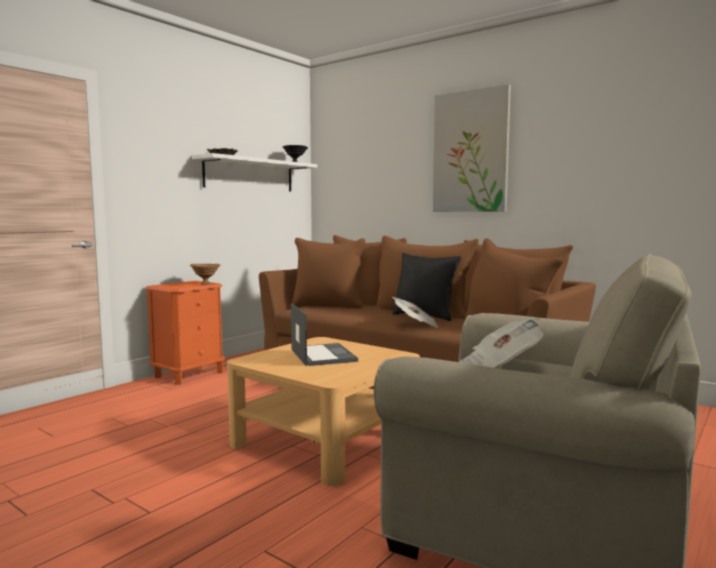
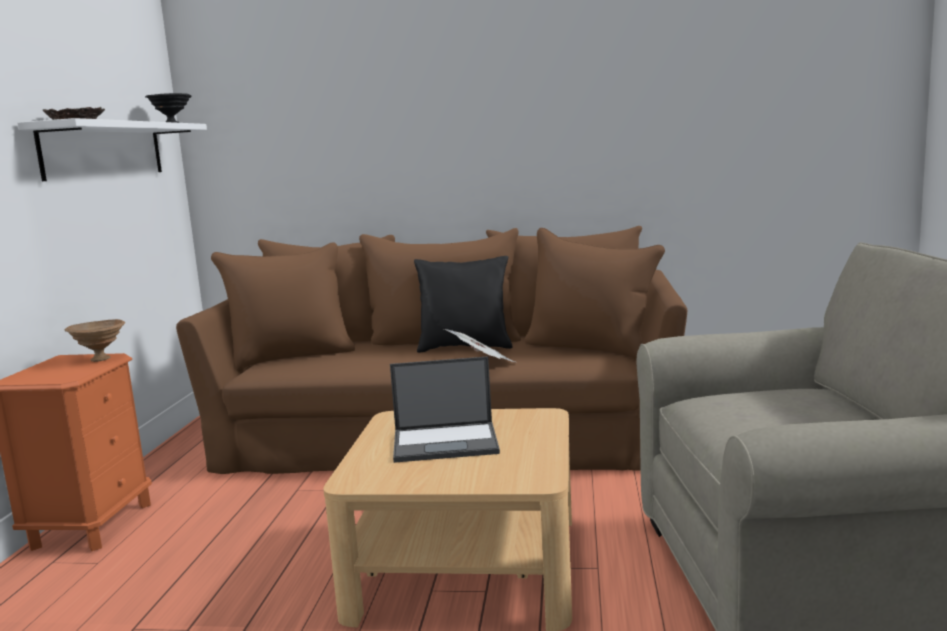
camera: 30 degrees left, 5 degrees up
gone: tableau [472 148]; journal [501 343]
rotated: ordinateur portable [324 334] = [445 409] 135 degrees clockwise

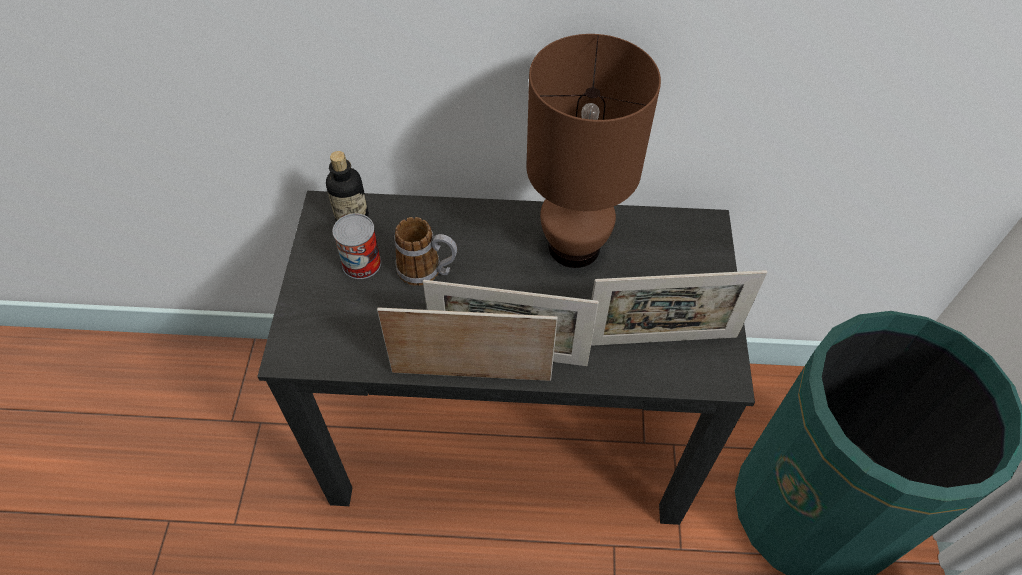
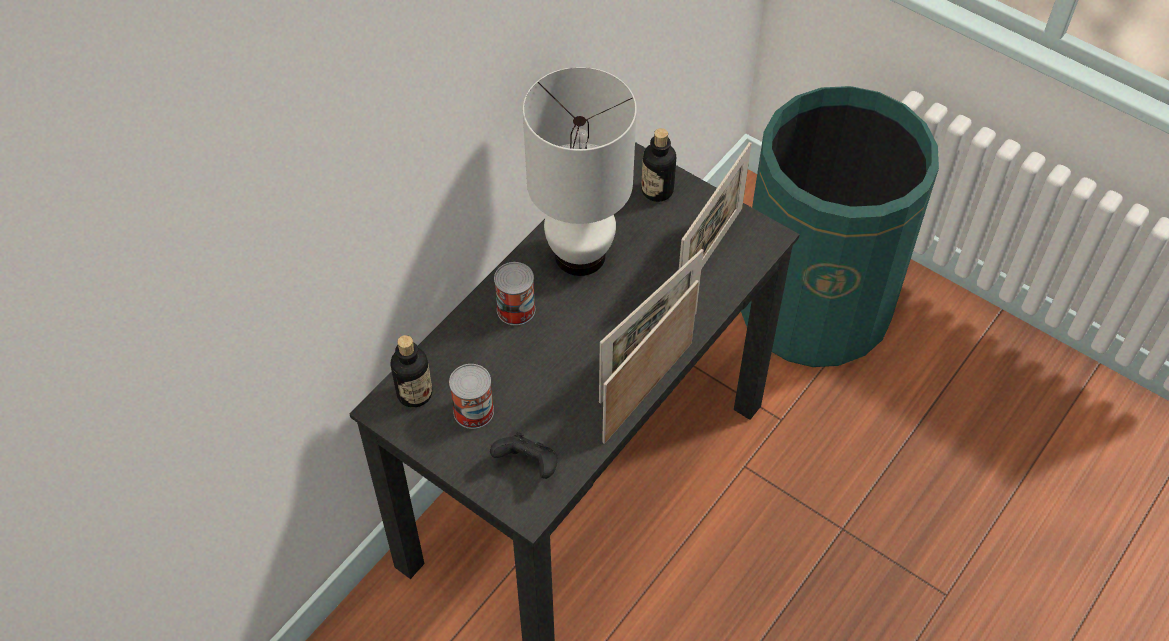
camera: 55 degrees left, 0 degrees up
gone: mug [425 251]
new: manette/noir [523 455]; boîte métallique [514 294]; bouteille [658 165]
repainted: lampe de table/marron [594 151] to lampe de table/blanc [580 171]

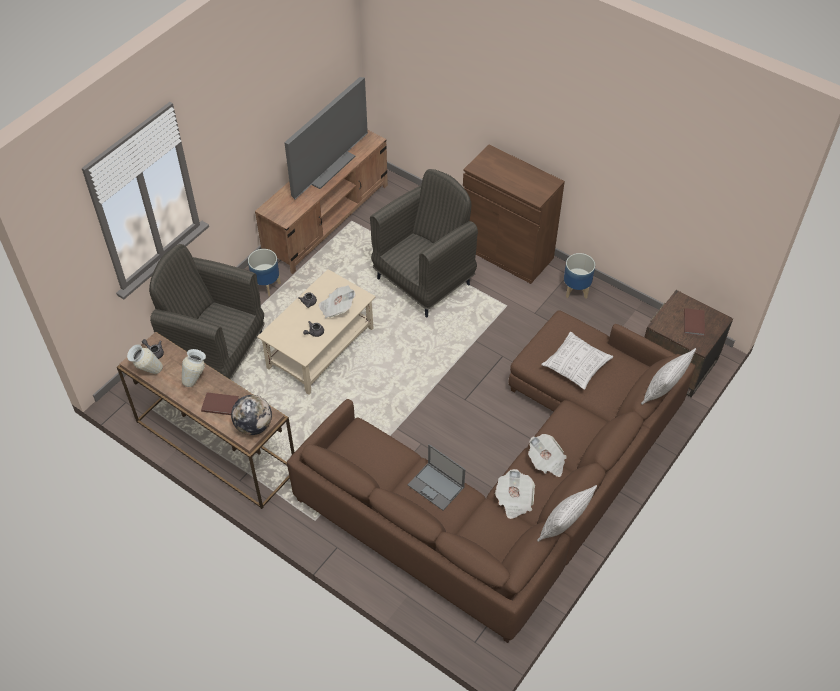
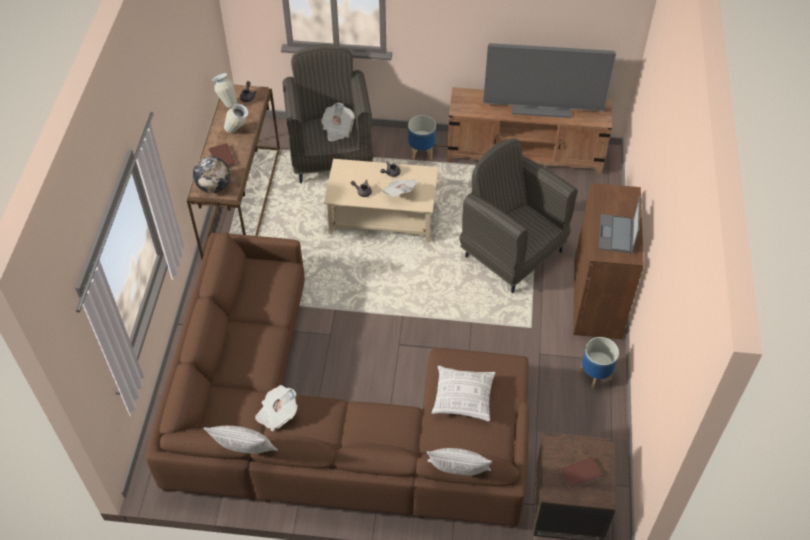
camera: 60 degrees right, 0 degrees up
shifted: journal [547 455] to [338 122]; ordinateur portable [436 477] to [619 224]
rotated: fauteuil/gris [424 243] = [518 215] 150 degrees counterclockwise

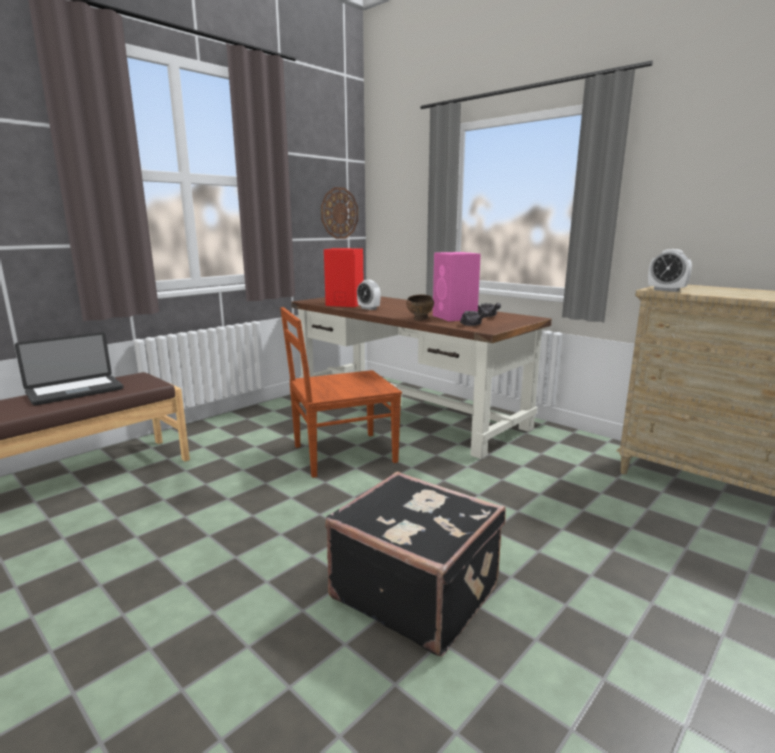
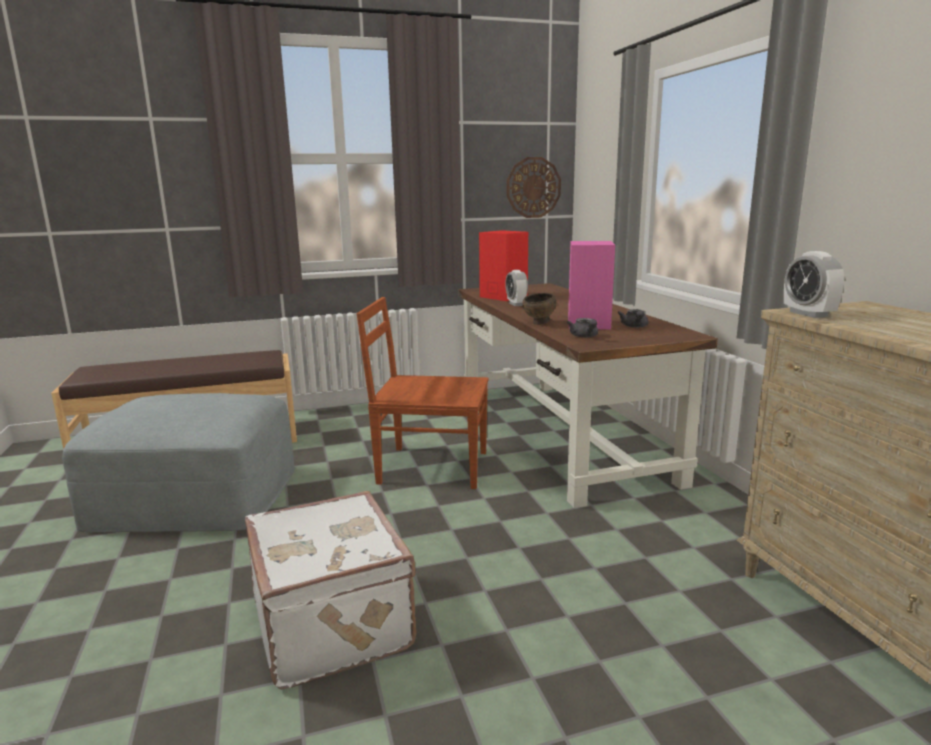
camera: 30 degrees right, 0 degrees up
gone: ordinateur portable [69 369]
new: pouf/gris [178 463]
repainted: valise/noir [415 564] to valise/blanc [330 590]

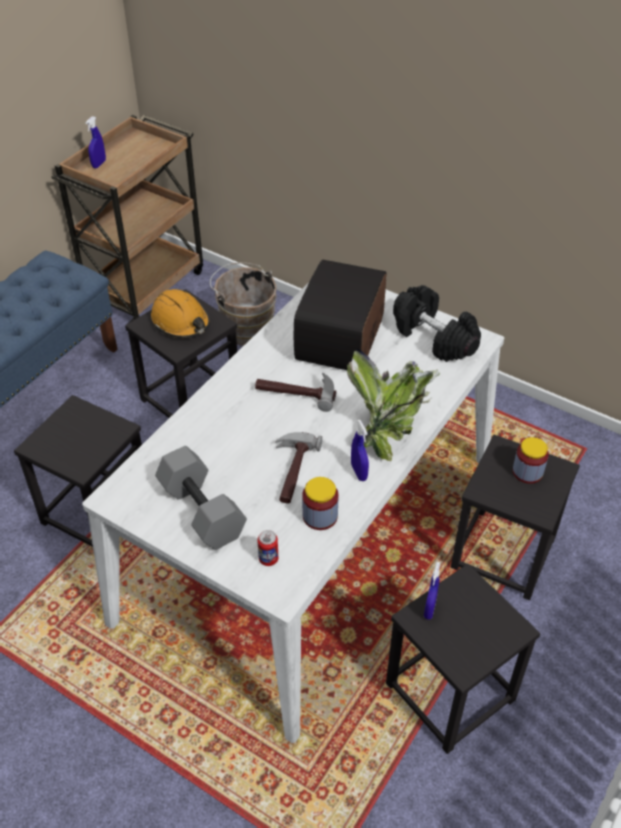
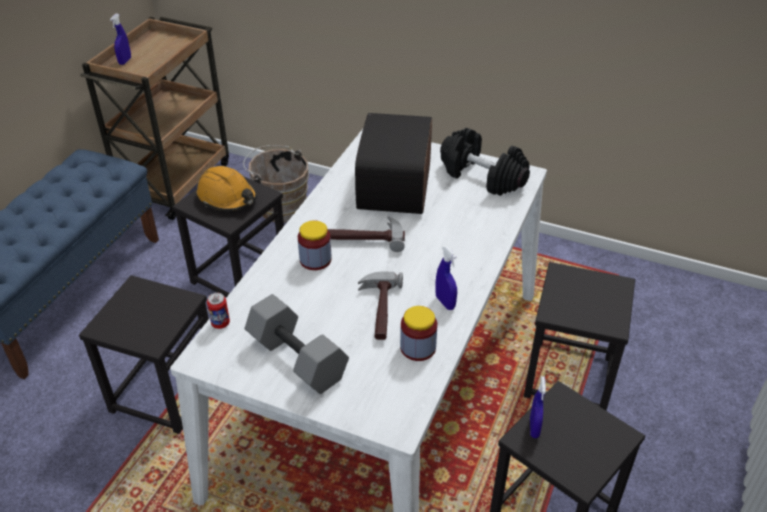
camera: 10 degrees left, 5 degrees down
gone: plante en pot [393 405]
shifted: boîte métallique [267 548] to [218 311]; bocal [531 460] to [315 245]

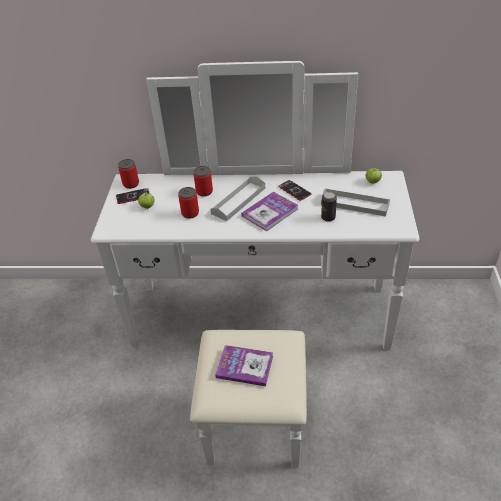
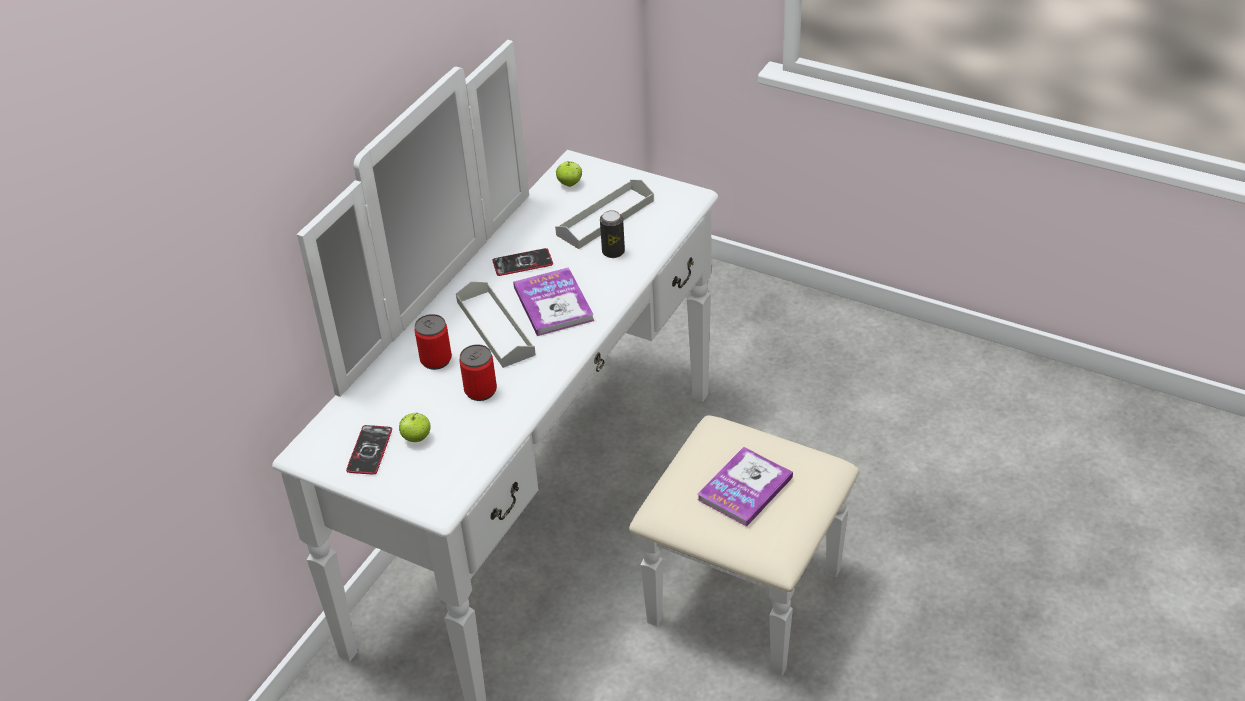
camera: 65 degrees left, 0 degrees up
gone: boîte métallique [128 174]

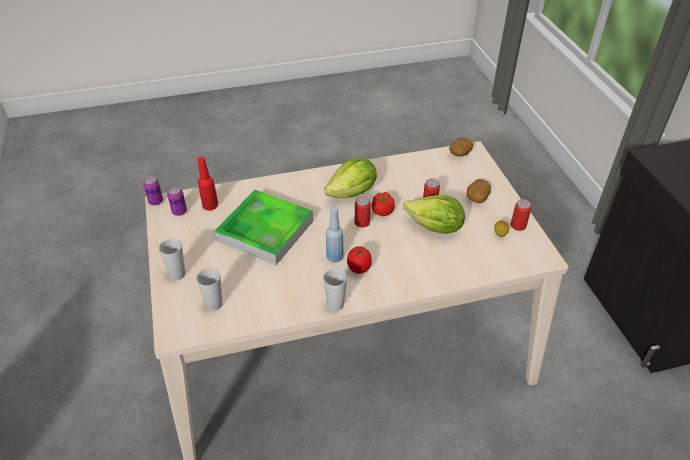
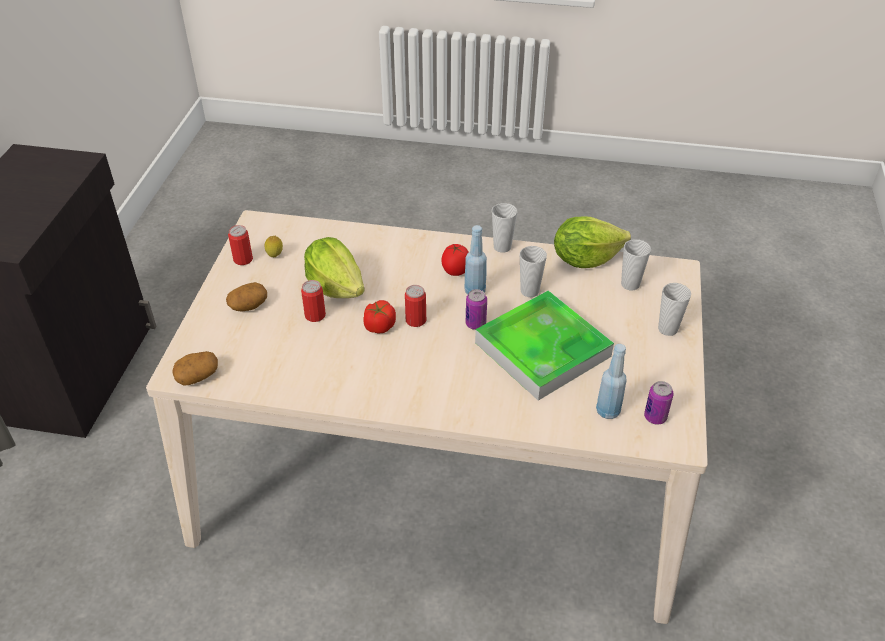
camera: 155 degrees left, 0 degrees up
new: tasse [533 271]
shifted: boîte métallique [153 190] to [476 309]; laitue [350 178] to [592 242]
repainted: bouteille/rouge [208 184] to bouteille/bleu [611 381]

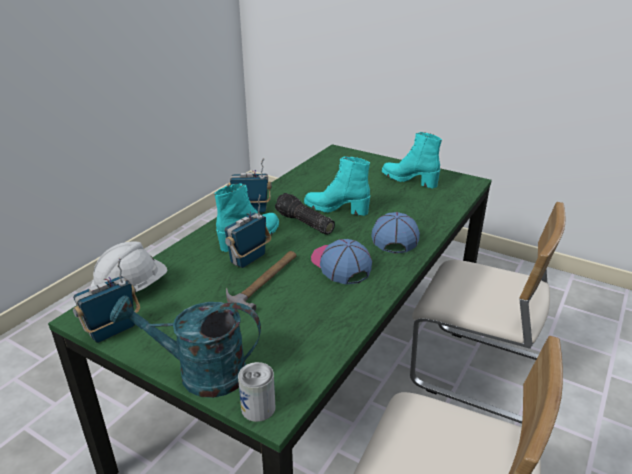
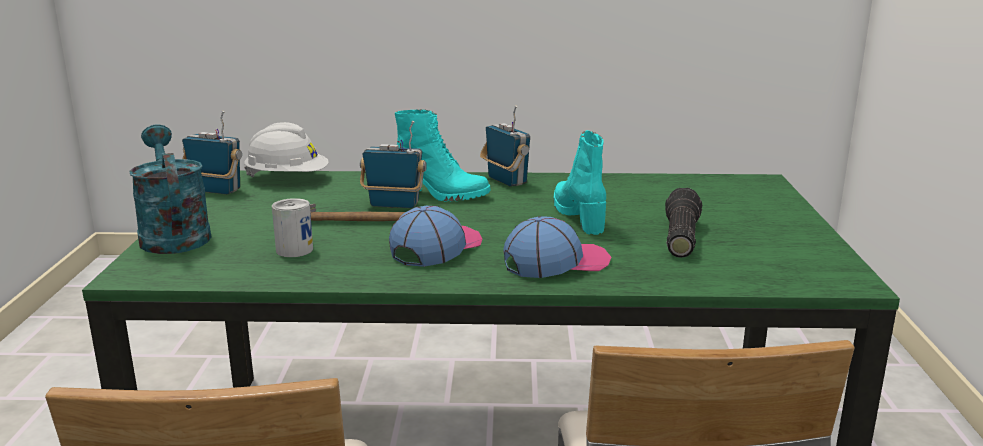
camera: 60 degrees right, 10 degrees down
gone: botte/turquoise [412 160]
shifted: boîte métallique [256 392] to [292 227]; lampe de poche [305 214] to [683 223]

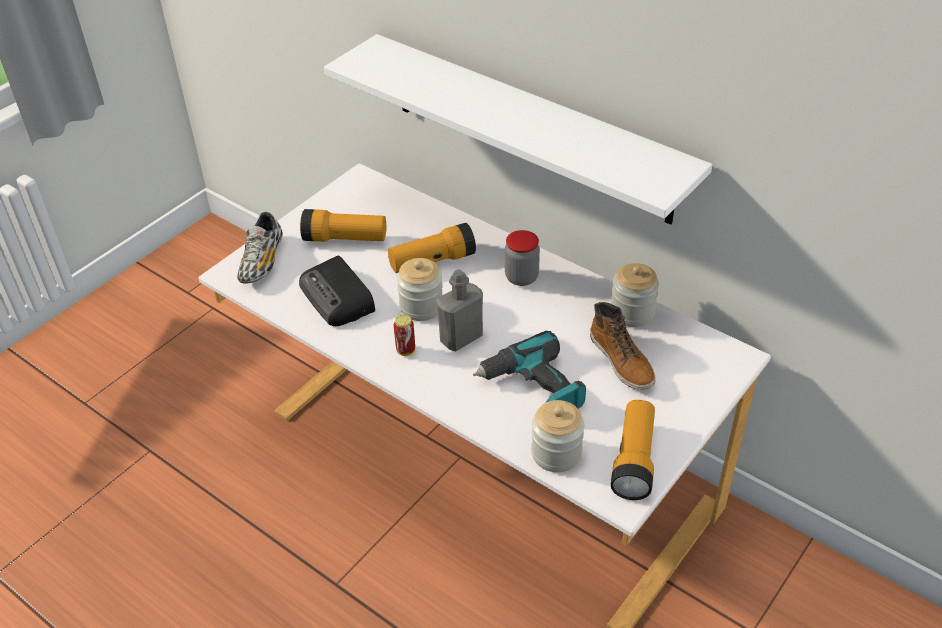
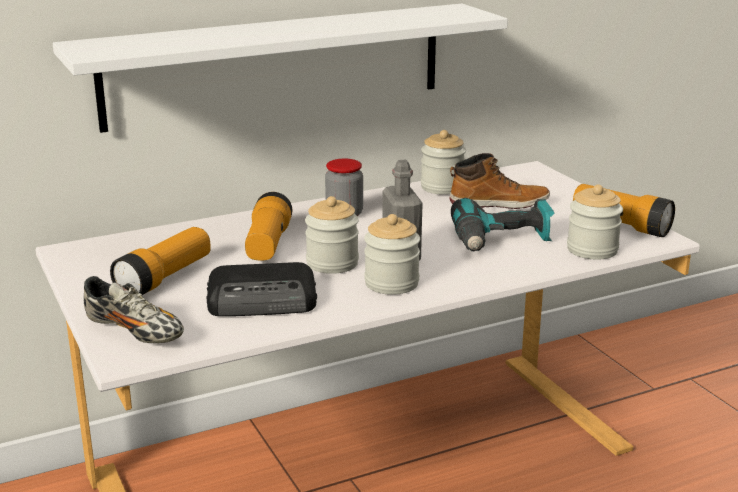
camera: 65 degrees left, 20 degrees down
swapped: boîte métallique [404 335] to bocal [392 254]

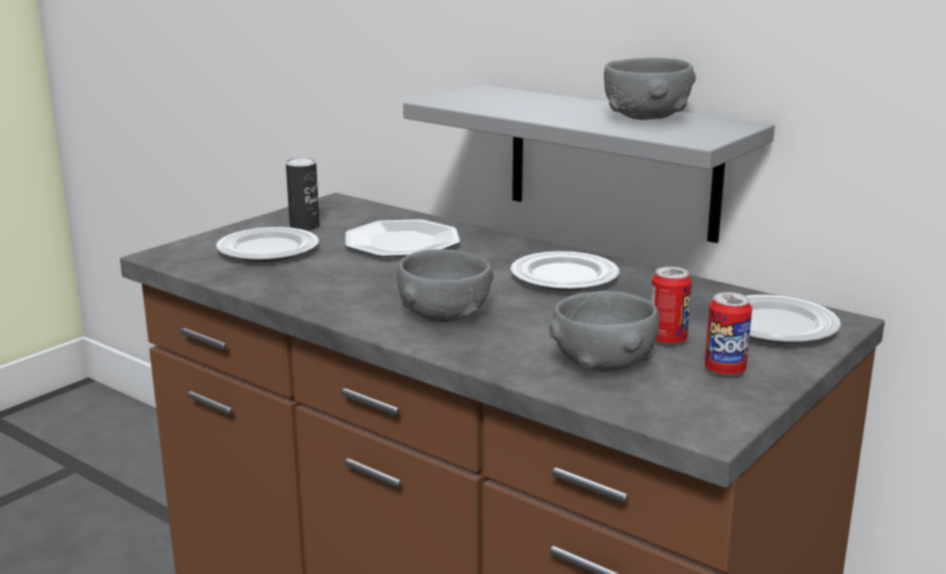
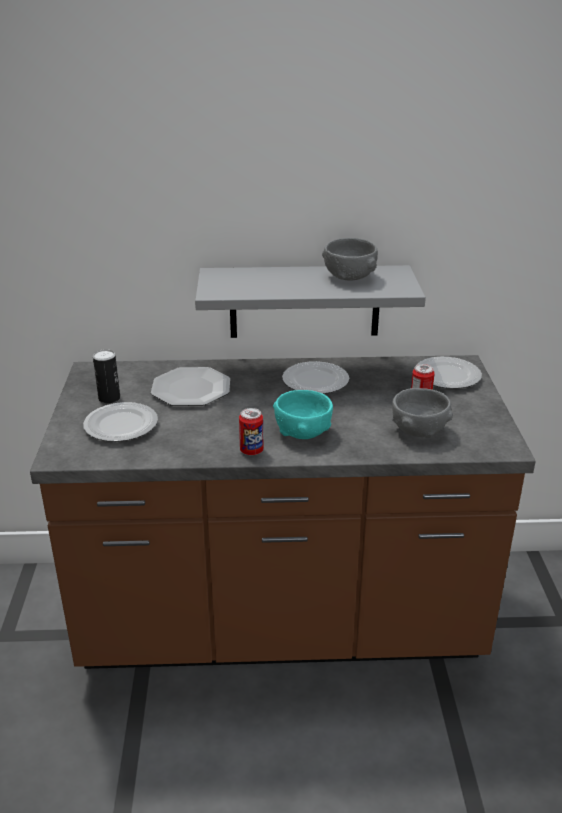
camera: 40 degrees left, 10 degrees up
shifted: boîte métallique [728 334] to [251 431]
repainted: bol/gris [445 285] to bol/turquoise [303 414]

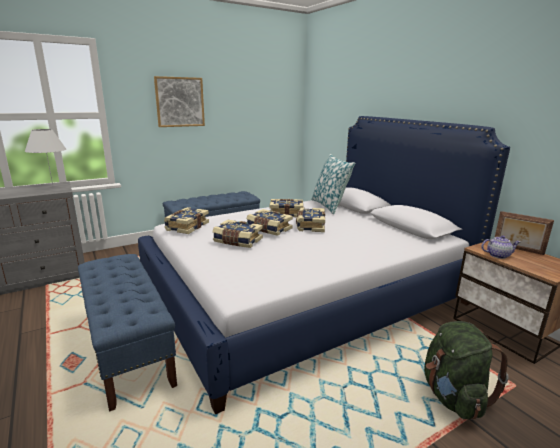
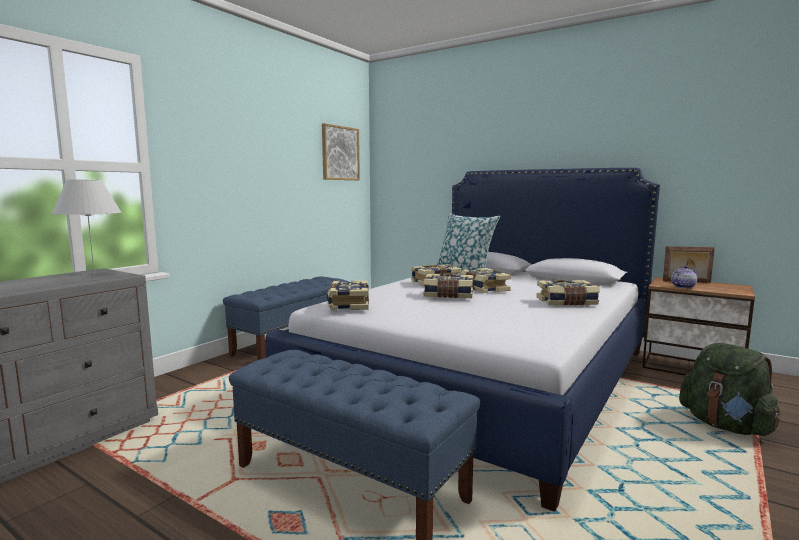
camera: 25 degrees left, 10 degrees down
shifted: tableau [179 101] to [341 151]; livre [238 233] to [568 293]

